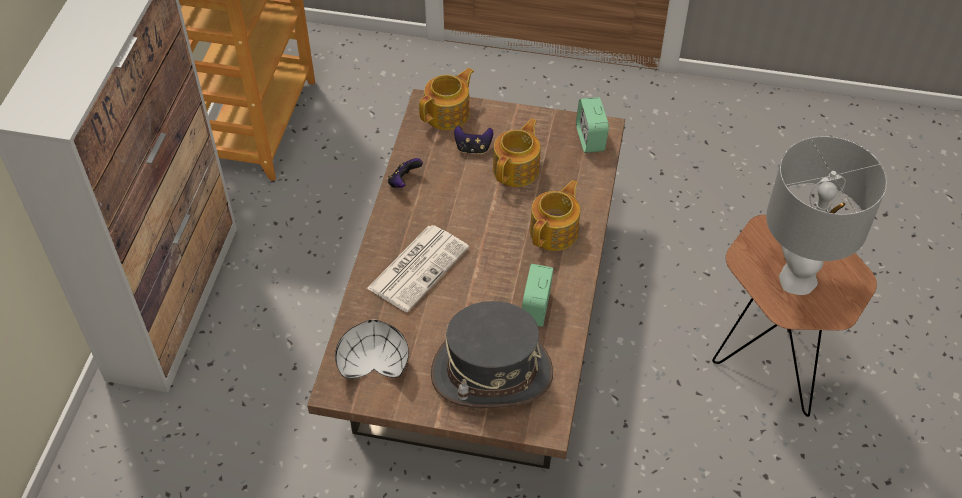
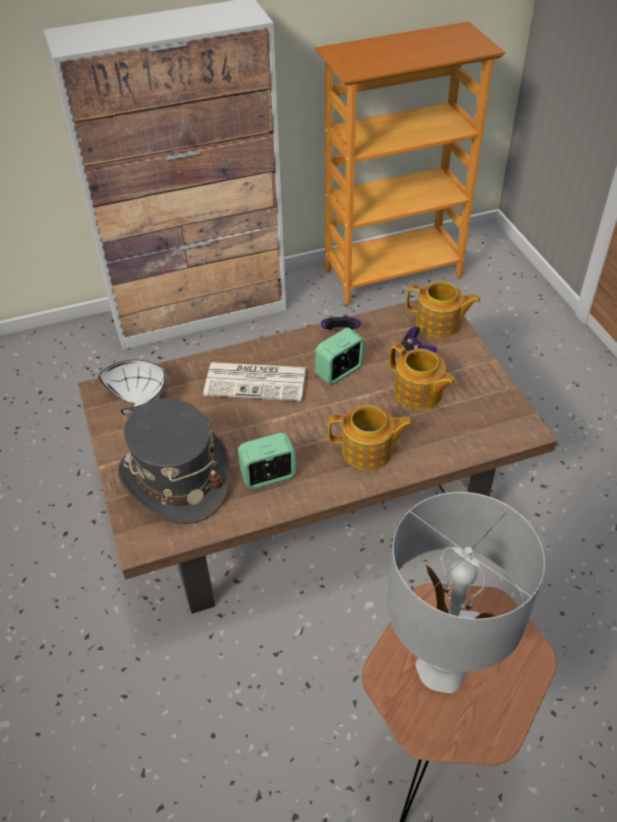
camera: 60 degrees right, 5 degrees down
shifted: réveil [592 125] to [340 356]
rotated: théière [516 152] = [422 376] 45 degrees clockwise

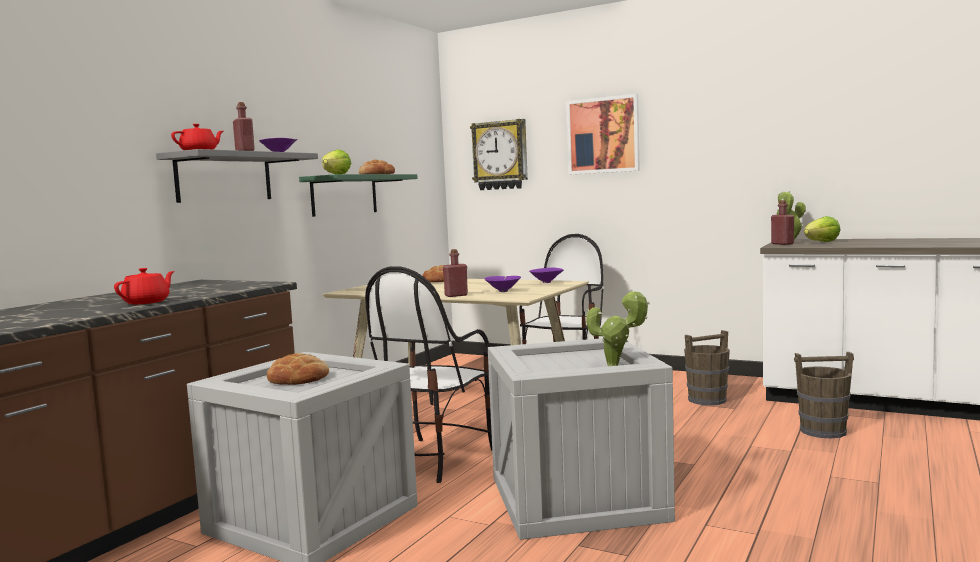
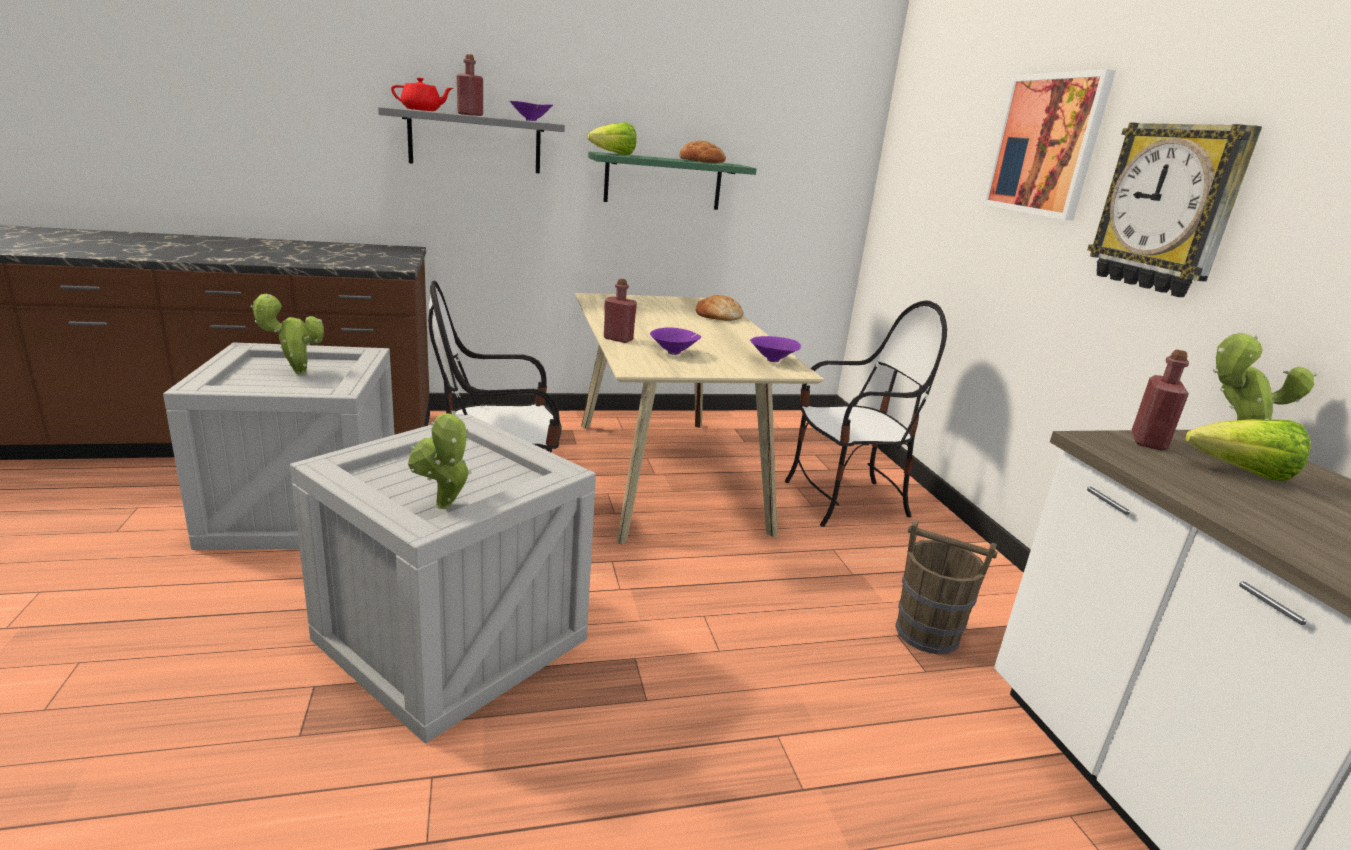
camera: 45 degrees right, 15 degrees up
gone: théière/rouge [144 286]; seau/marron [824 395]
shifted: horloge murale [499 154] to [1175 209]
swapped: pain [298 369] to plante en pot [287 334]

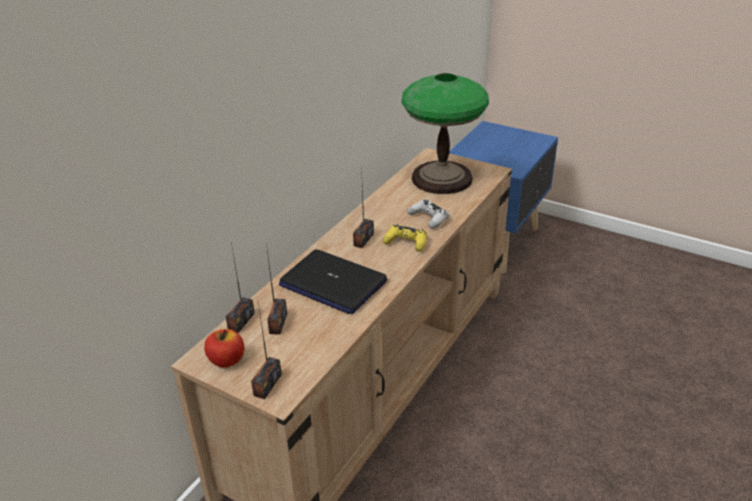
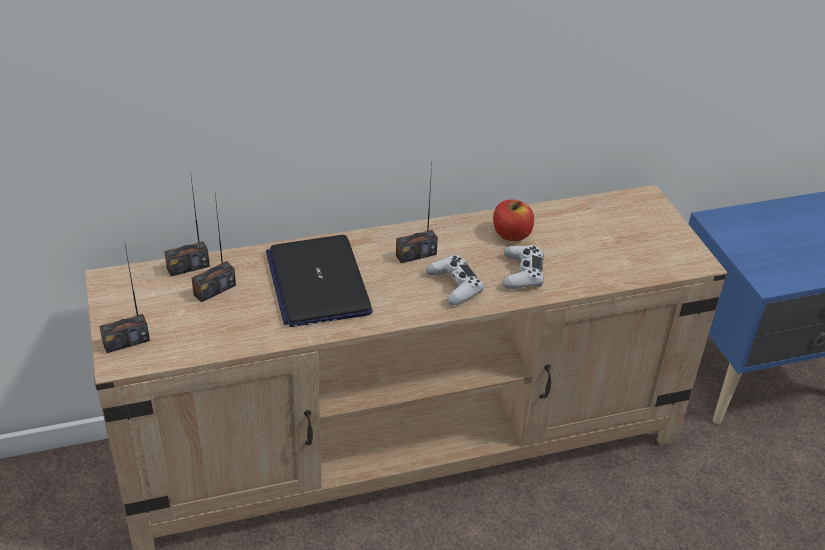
camera: 40 degrees right, 5 degrees up
gone: lampe de table [445 133]
shifted: pomme [224 348] to [513 220]
repainted: manette/jaune [405 238] to manette/blanc [455 280]

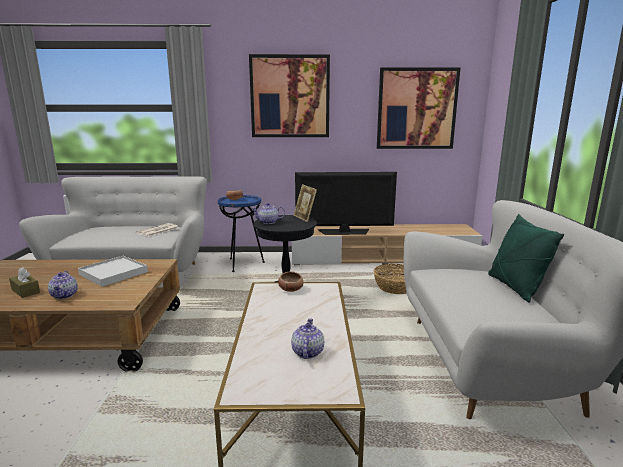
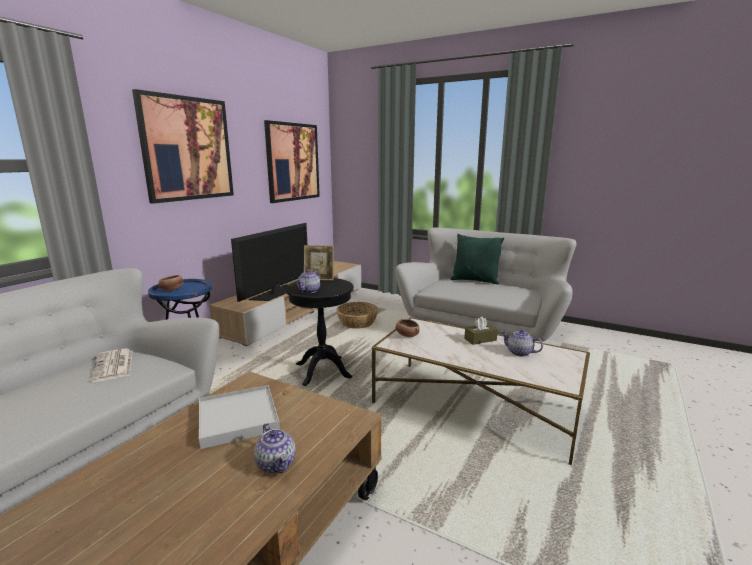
camera: 60 degrees left, 0 degrees up
shifted: boîte à mouchoirs/marron [24 282] to [481 331]
rotated: théière [63 285] = [275 448] 45 degrees clockwise

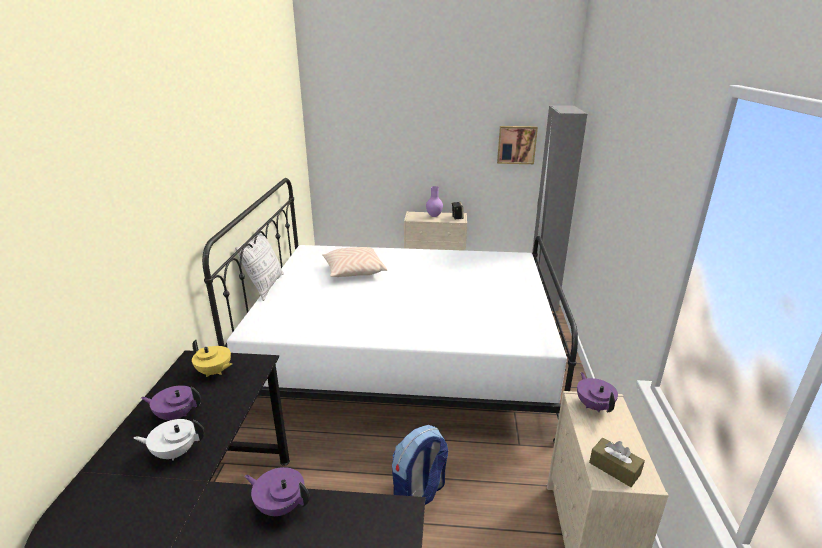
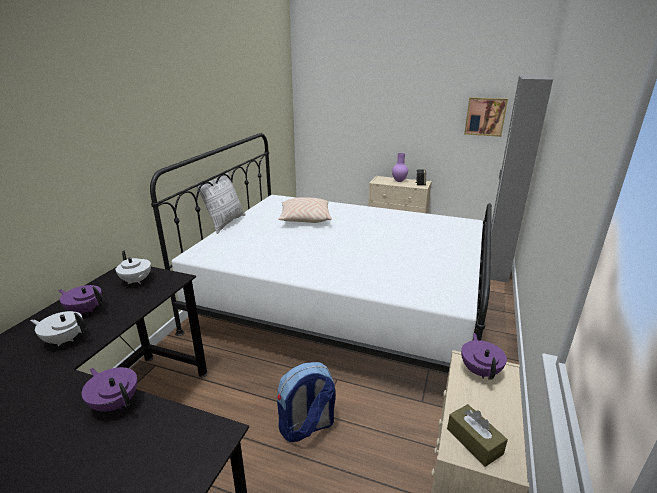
camera: 15 degrees right, 0 degrees up
repainted: théière/jaune [212 358] to théière/blanc [133 267]

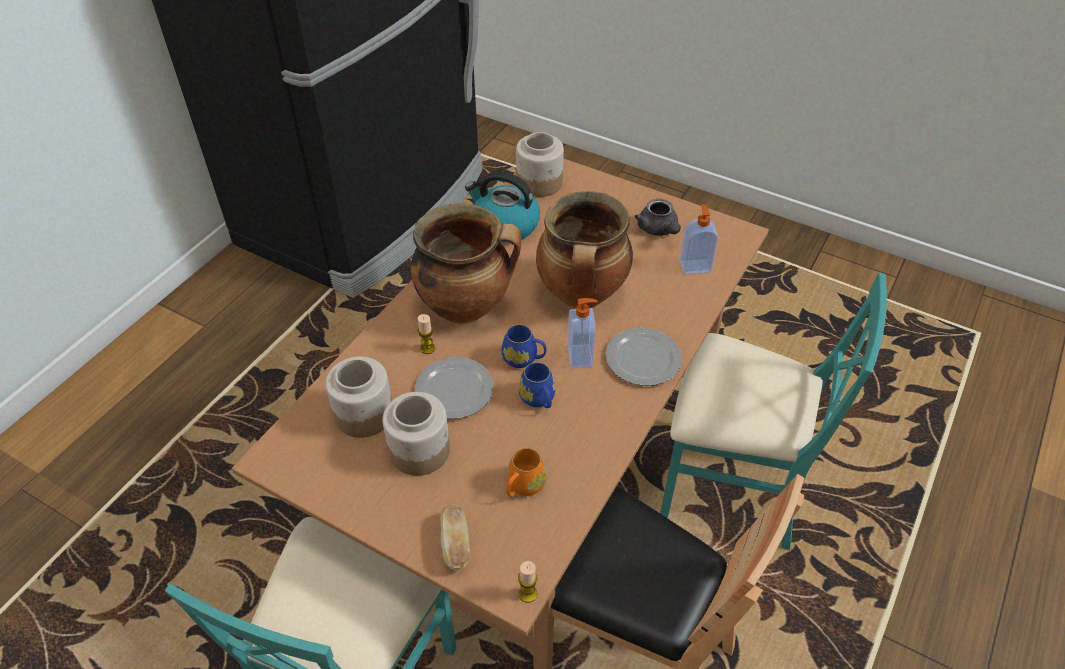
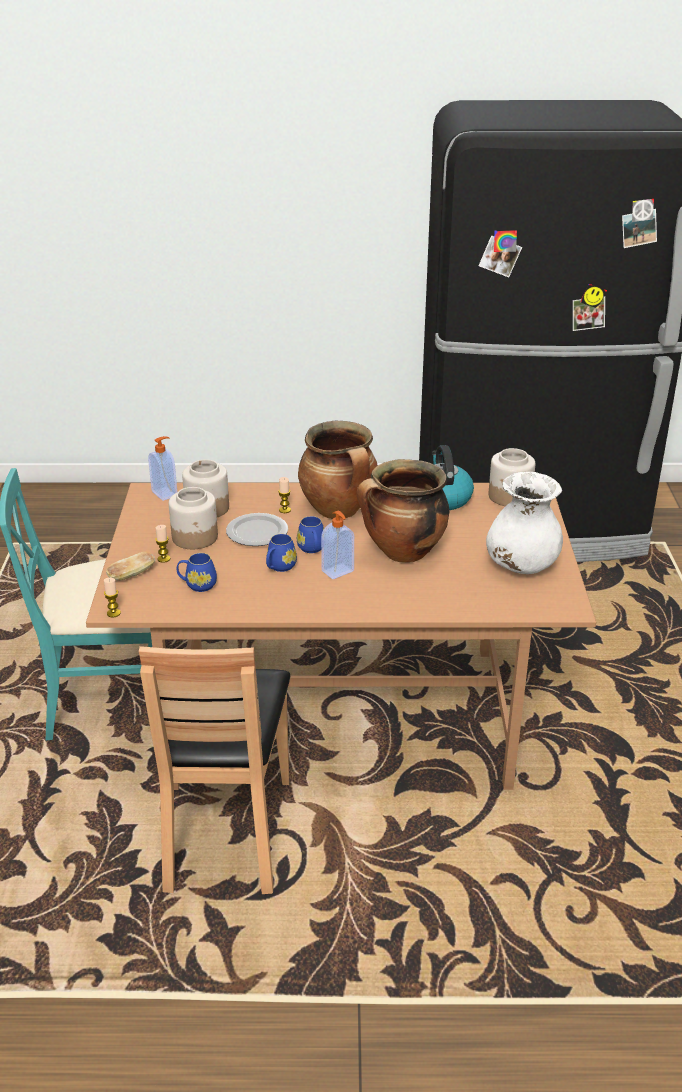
camera: 60 degrees right, 15 degrees down
gone: assiette [644 357]; chaise/turquoise [773 411]
new: bougie [162 544]
shifted: distributeur de savon [698 239] to [162 468]
swapped: théière/gris [658 217] to vase/blanc [524 522]
repainted: mug/orange [526 472] to mug/bleu [197 572]

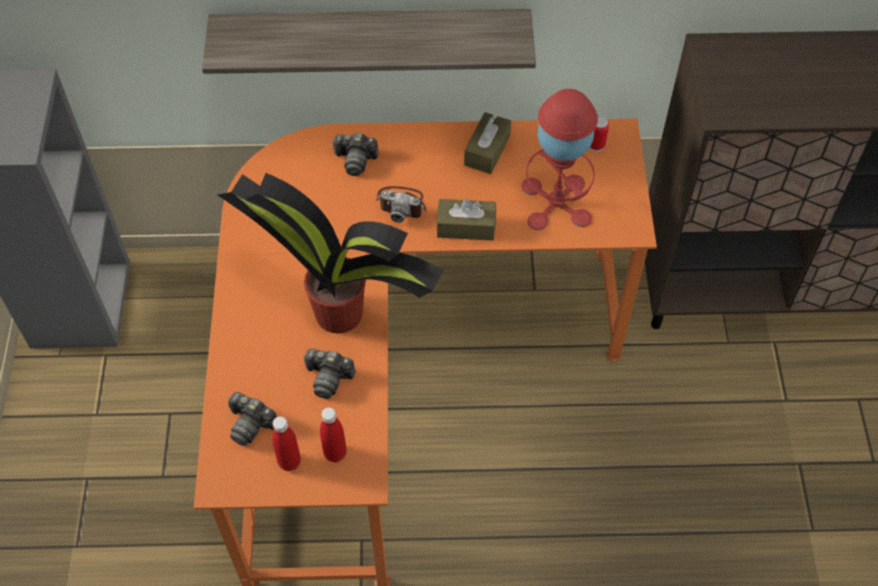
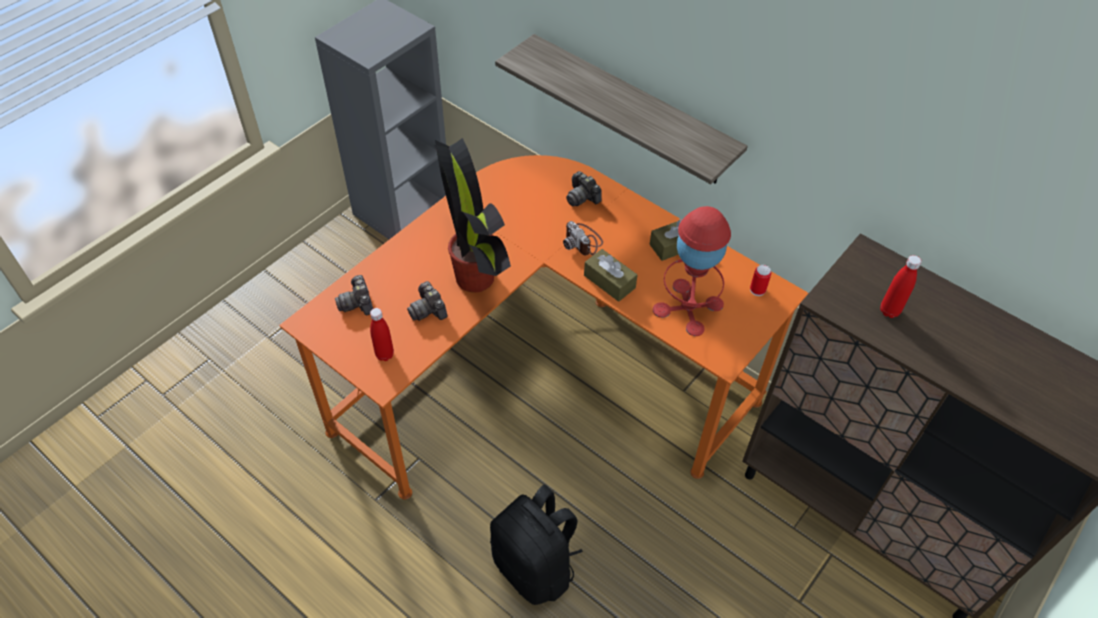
camera: 40 degrees right, 5 degrees down
new: sac à dos/noir [536 545]
shifted: bouteille/rouge [286 443] to [901 286]

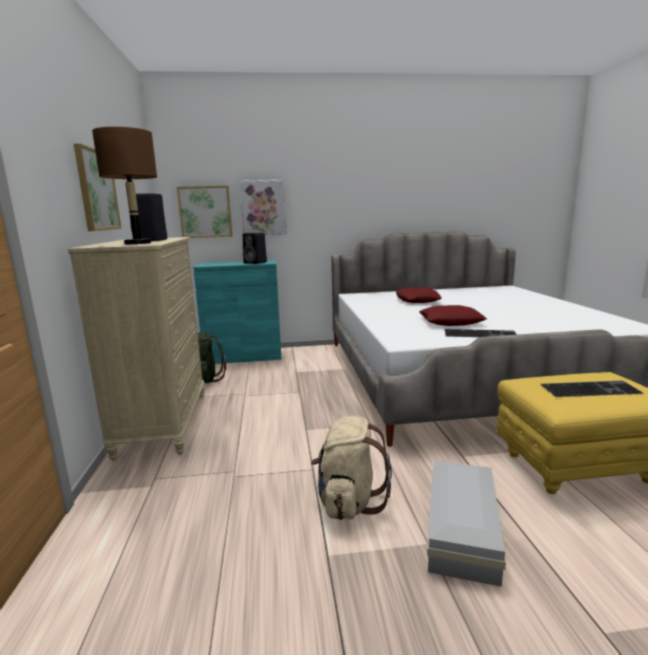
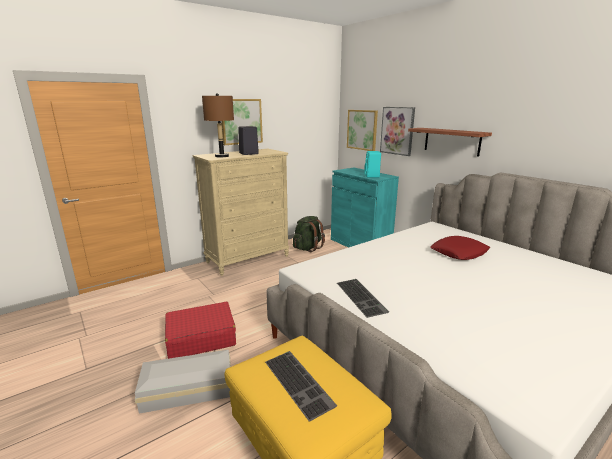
camera: 60 degrees right, 5 degrees up
gone: coussin/rouge [453 315]
new: étagère [450 142]
swapped: sac à dos/beige [351 468] to valise/rouge [200 330]
repainted: enceinte/noir [255 248] to enceinte/turquoise [372 164]

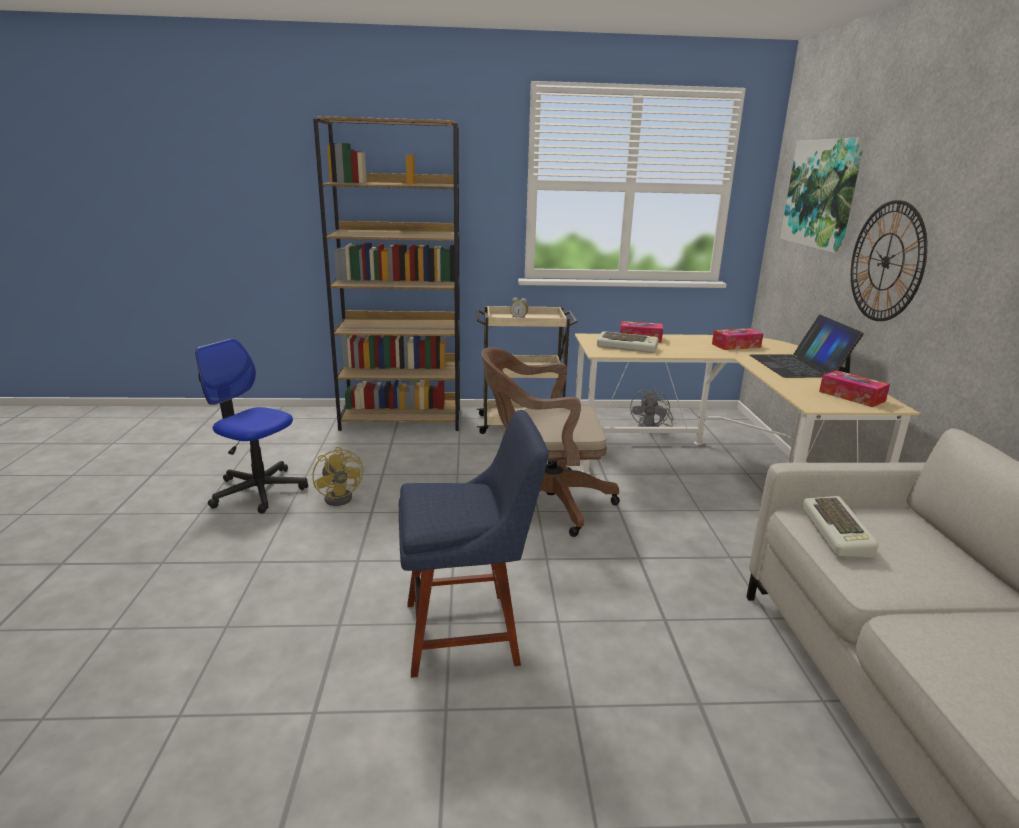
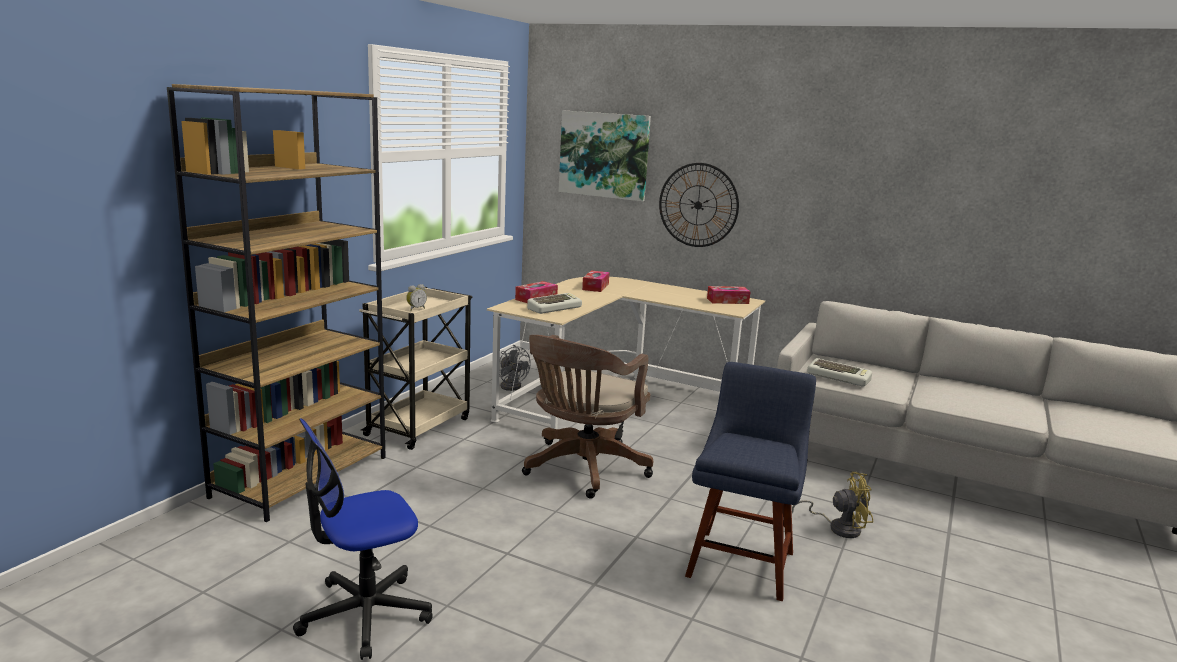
camera: 60 degrees left, 5 degrees down
gone: ordinateur portable [806 346]
shifted: ventilateur/jaune [337 476] to [832 505]

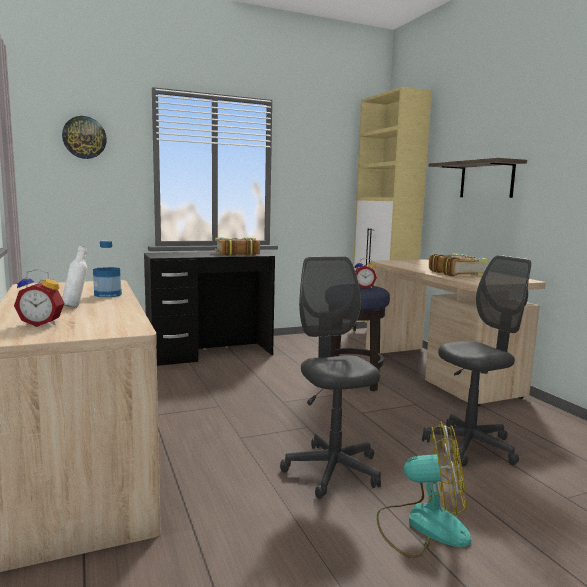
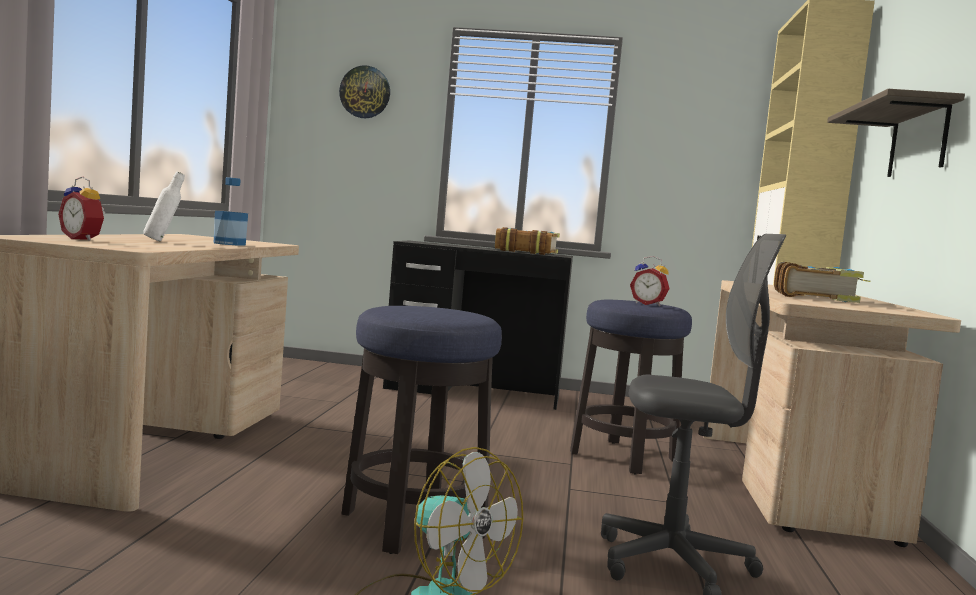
camera: 30 degrees right, 5 degrees down
swapped: chaise de bureau/gris [330 377] to tabouret [422 430]

